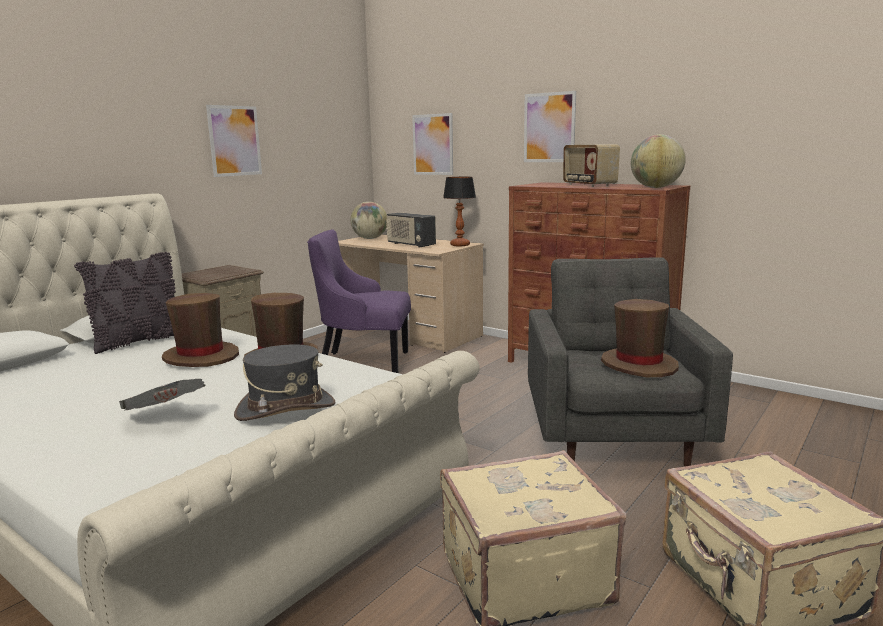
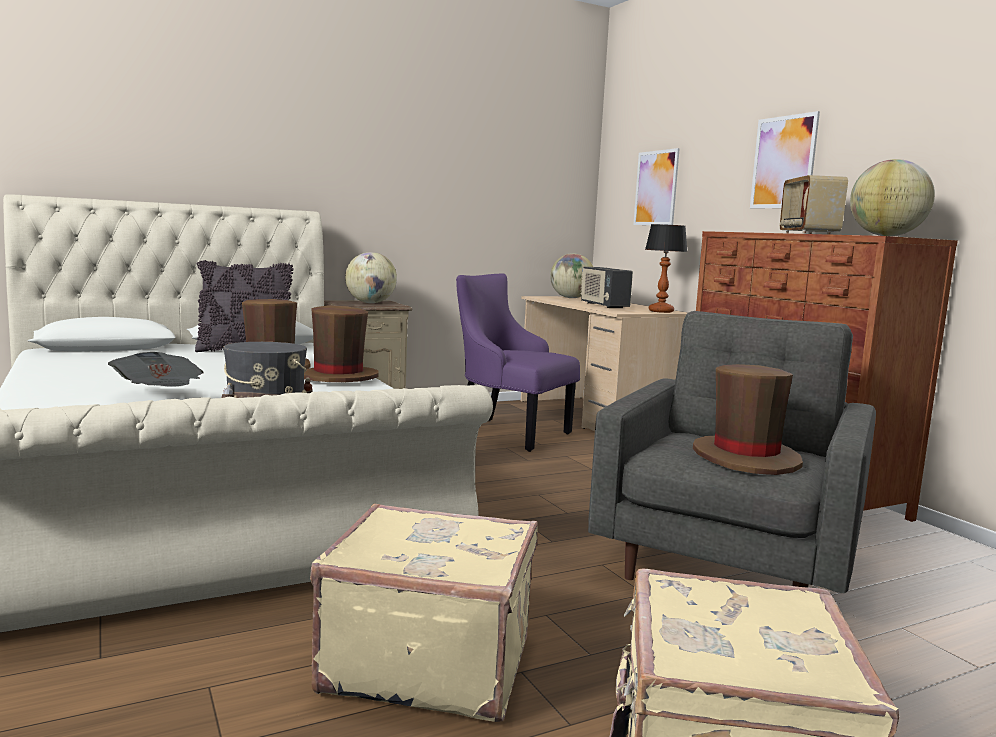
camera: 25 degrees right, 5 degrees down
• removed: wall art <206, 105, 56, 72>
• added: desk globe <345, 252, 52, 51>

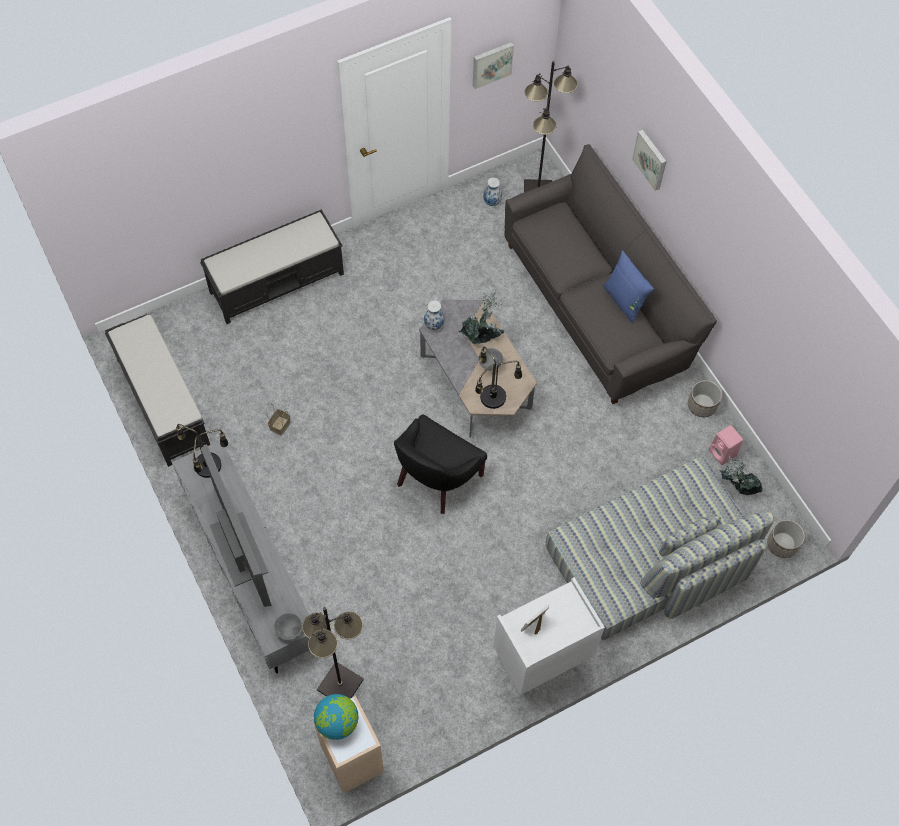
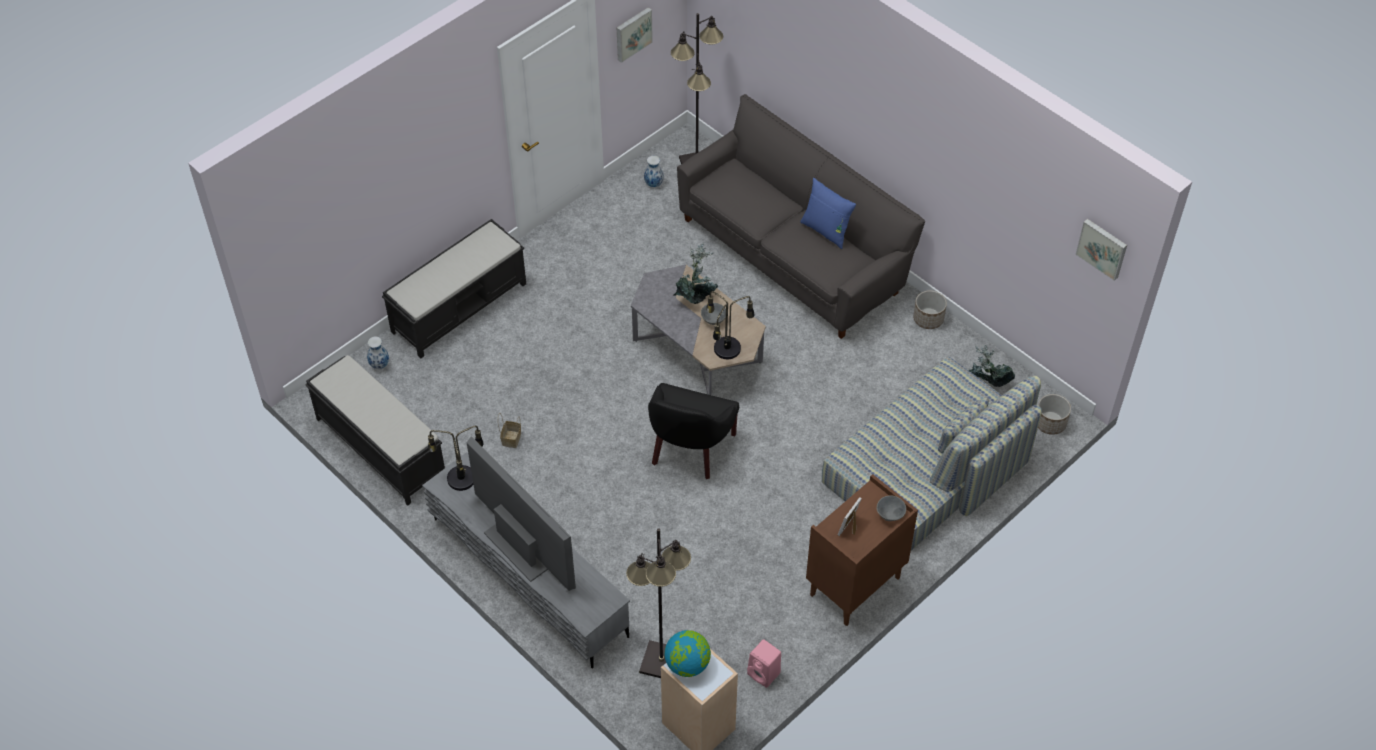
camera: 15 degrees left, 10 degrees down
• moved: serving bowl (gray) <273, 613, 29, 27> to <877, 495, 29, 26>
• moved: decorative vase <424, 300, 20, 30> to <367, 337, 22, 32>
• moved: wall art <632, 130, 35, 61> to <1075, 219, 52, 62>
• moved: speaker (pinkish) <709, 425, 34, 40> to <747, 639, 34, 49>
• recoloured: cabinet (white) <493, 577, 112, 121> to cabinet (brownish) <806, 474, 112, 152>

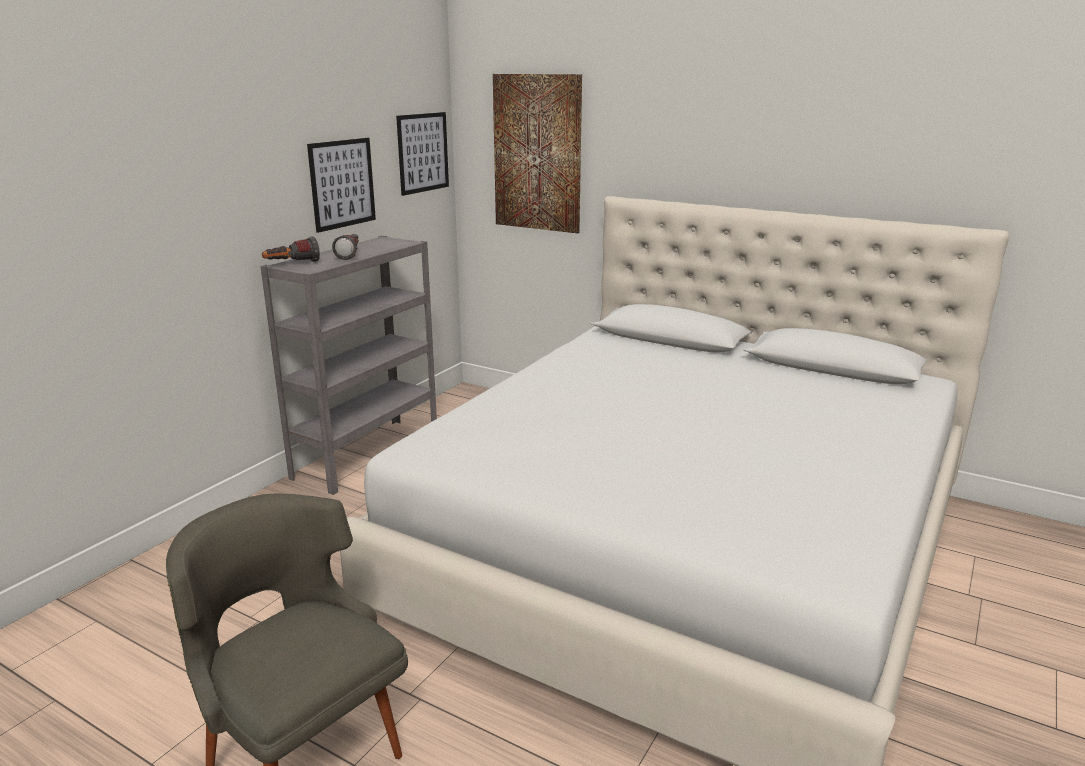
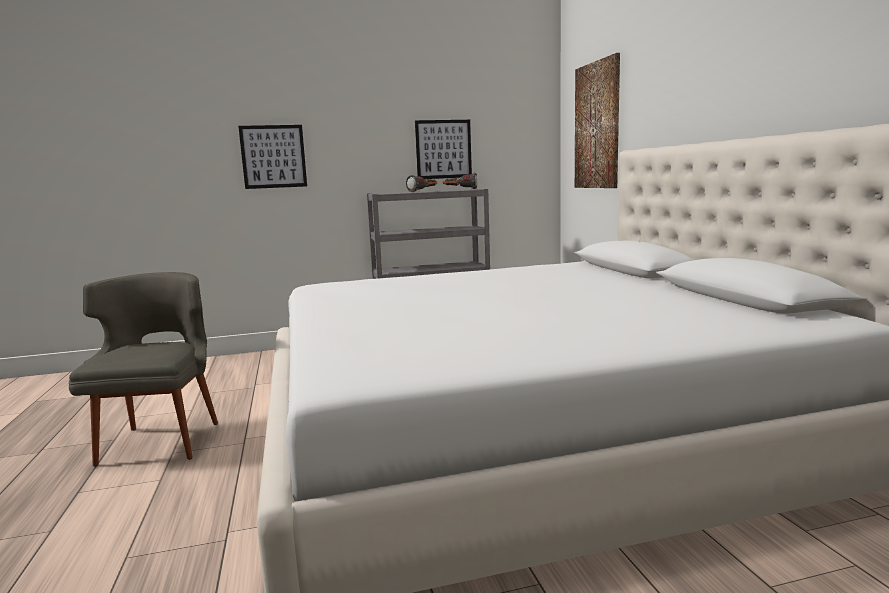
camera: 45 degrees right, 10 degrees down
• moved: torch <262, 237, 58, 25> to <443, 173, 35, 16>
• moved: wall art <396, 112, 53, 84> to <238, 125, 69, 64>

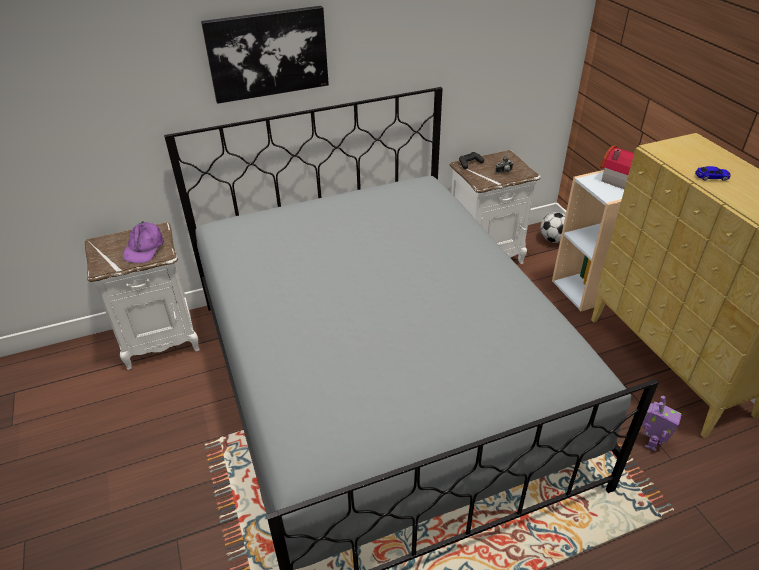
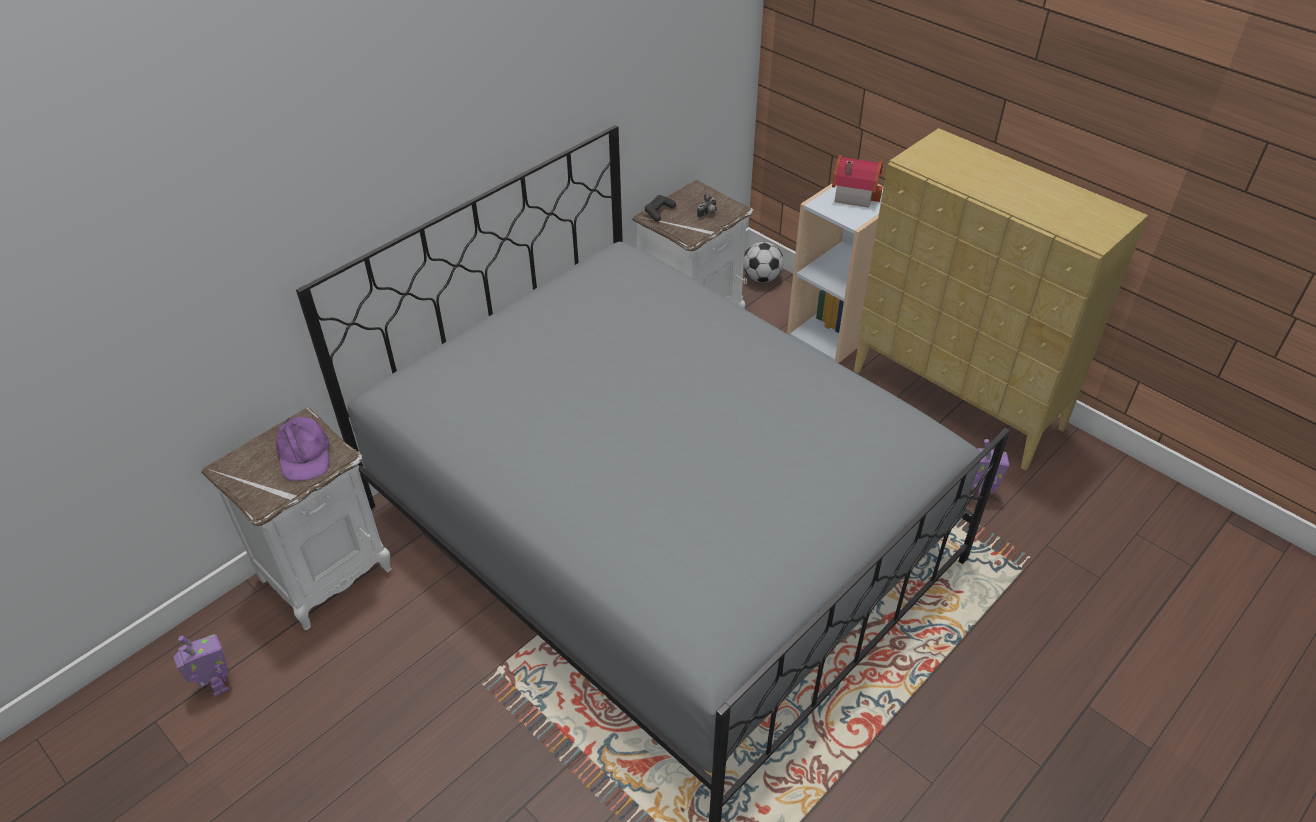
camera: 25 degrees left, 5 degrees up
• removed: wall art <201, 6, 128, 98>
• removed: model car <695, 166, 36, 15>
• added: model robot <173, 634, 56, 62>

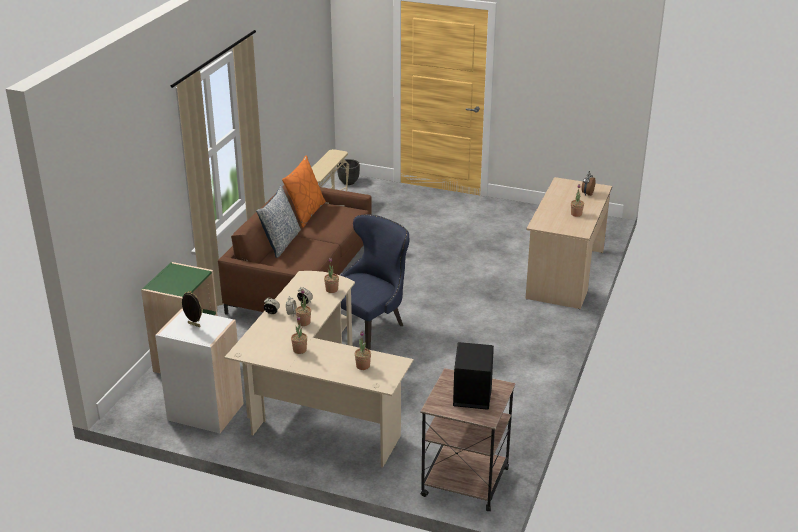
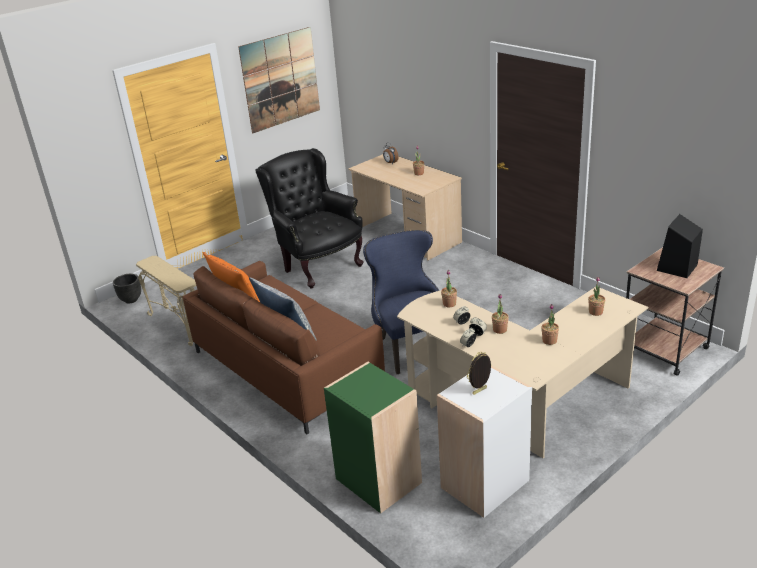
camera: 60 degrees left, 0 degrees up
• added: wall art <238, 27, 82, 106>
• added: easy chair (black-coloured) <255, 148, 109, 141>

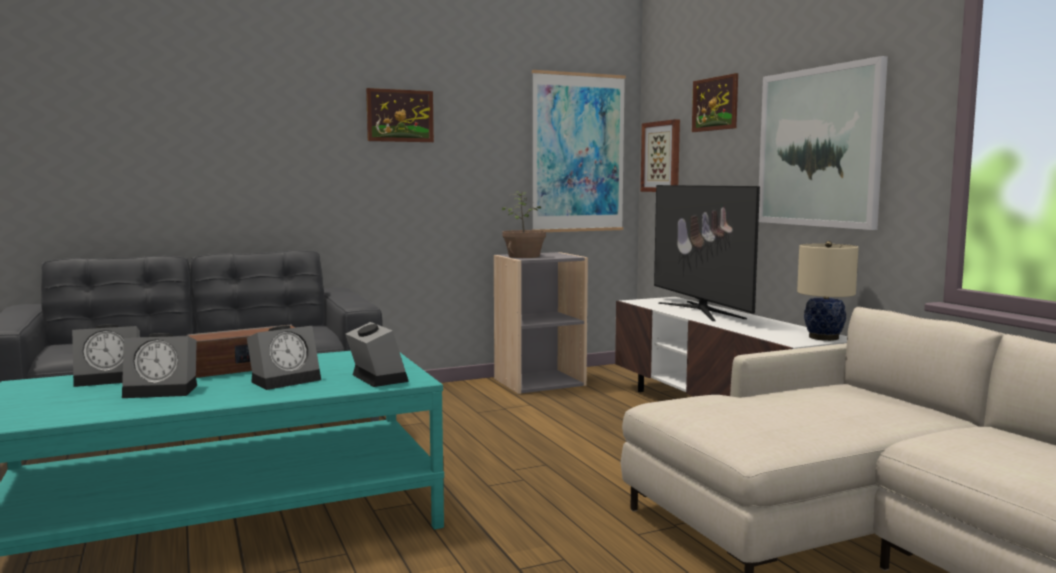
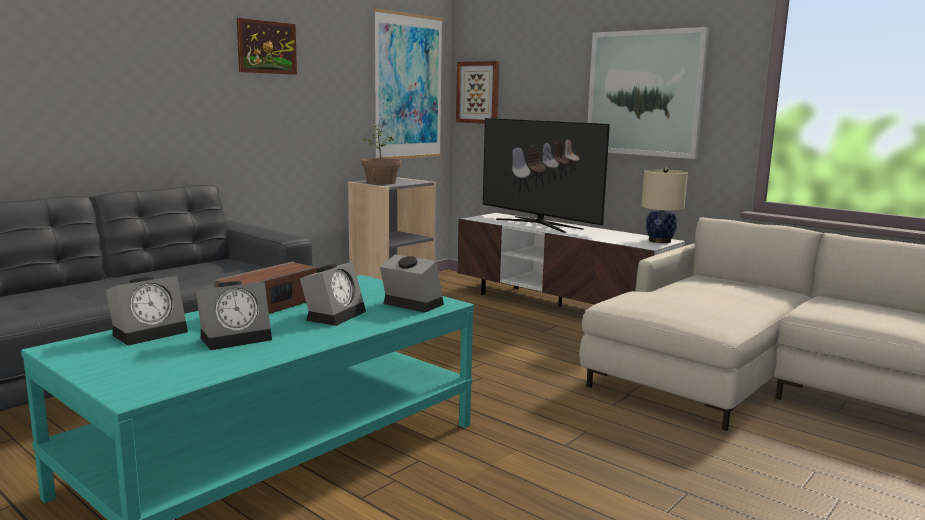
camera: 25 degrees left, 5 degrees up
• removed: wall art <692, 73, 46, 59>

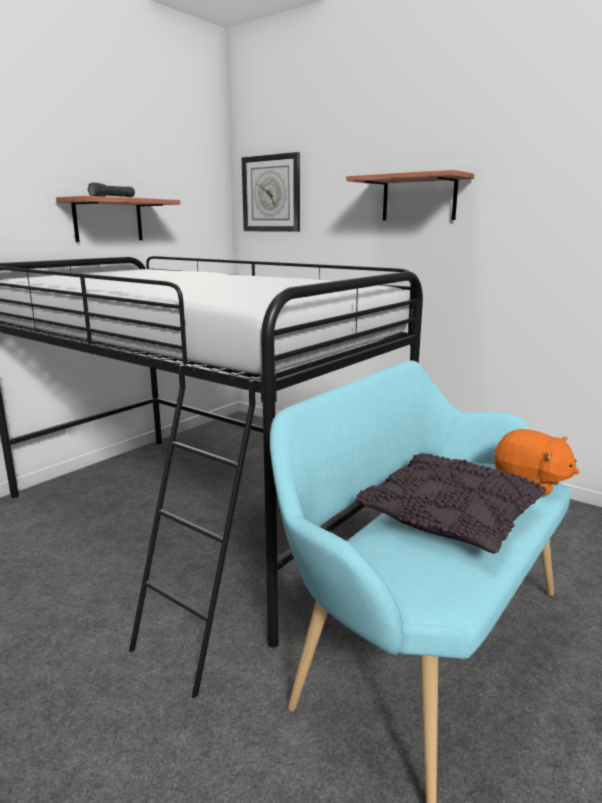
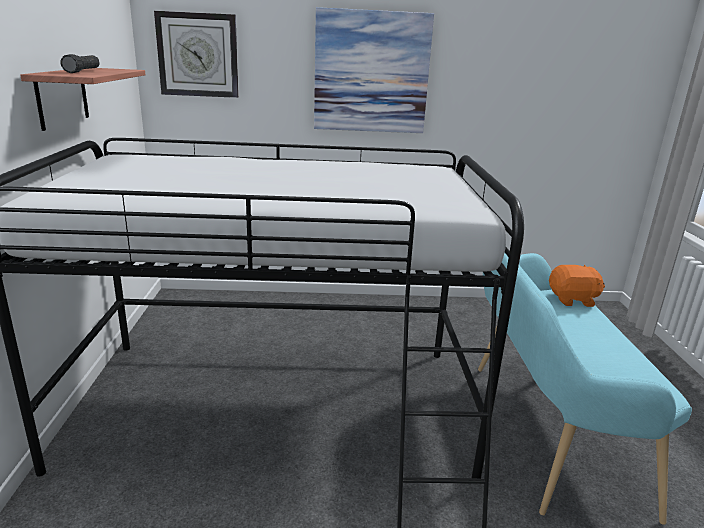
camera: 40 degrees left, 5 degrees up
• removed: cushion (black-coloured) <355, 453, 192, 101>
• replaced: shelf <346, 170, 128, 50> to wall art <314, 7, 120, 126>

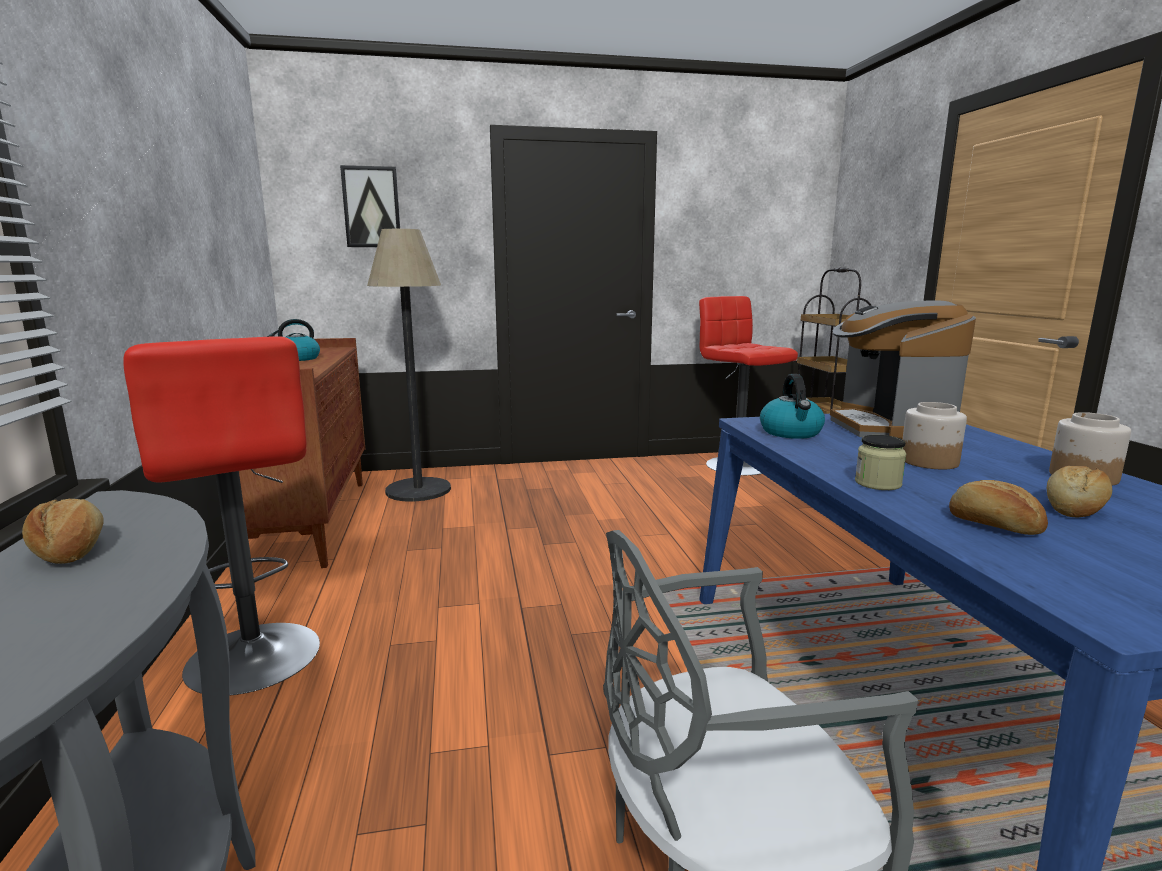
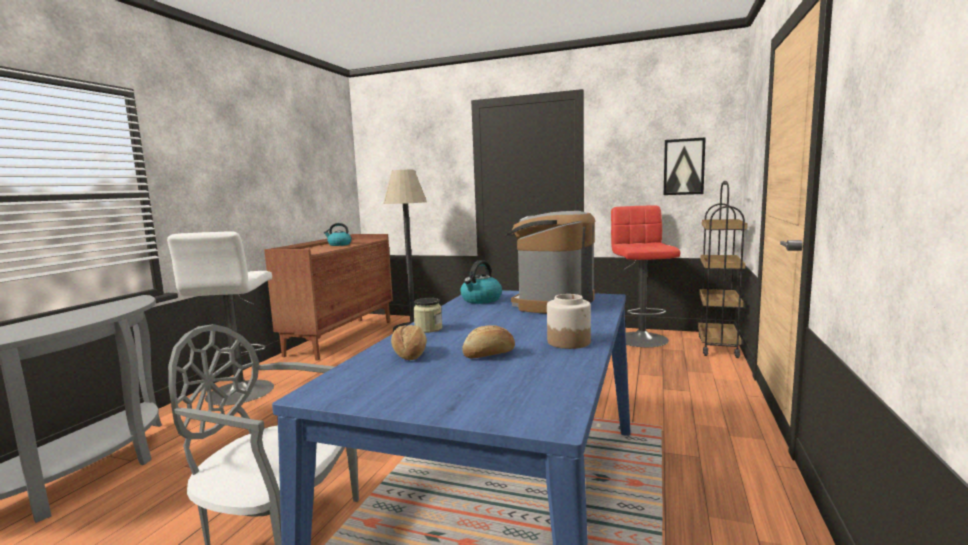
camera: 30 degrees right, 5 degrees down
• removed: baked bread <22, 499, 82, 65>
• removed: preserve jar <902, 402, 65, 68>
• moved: wall art <340, 165, 60, 82> to <664, 137, 42, 58>
• recoloured: stool (red) <123, 336, 197, 359> to stool (white) <167, 231, 107, 174>

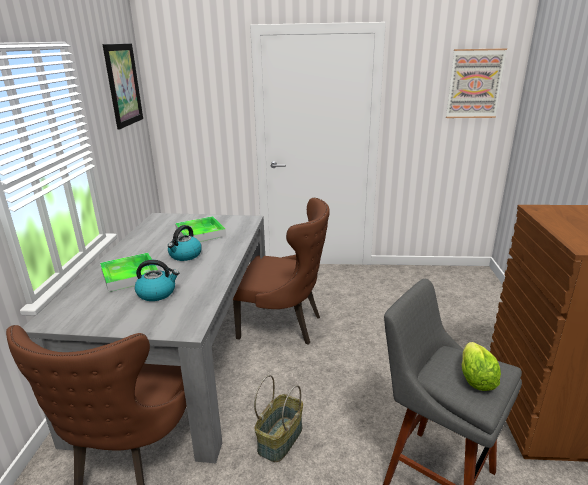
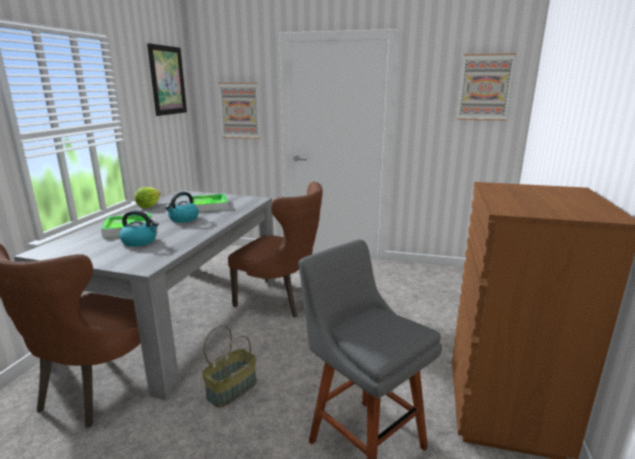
camera: 10 degrees right, 5 degrees down
• added: wall art <218, 83, 42, 56>
• moved: lettuce head <462, 342, 39, 49> to <135, 187, 26, 21>

